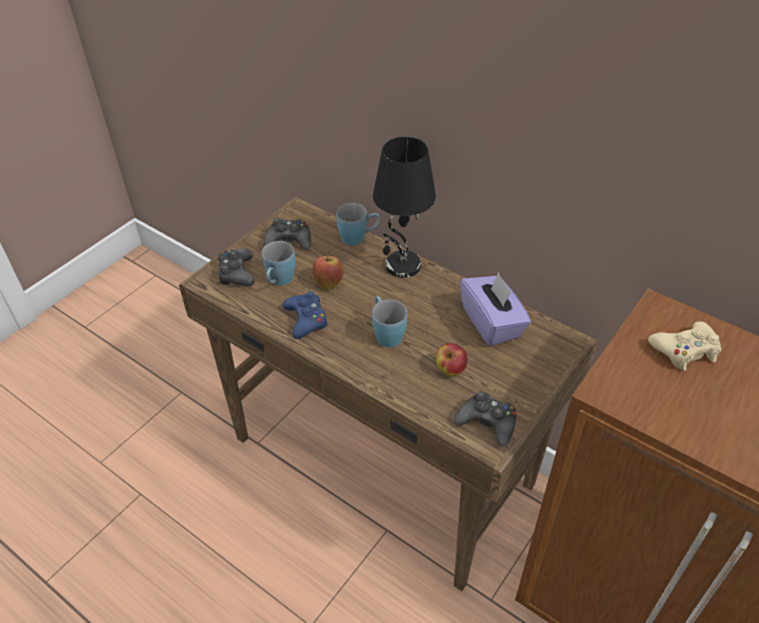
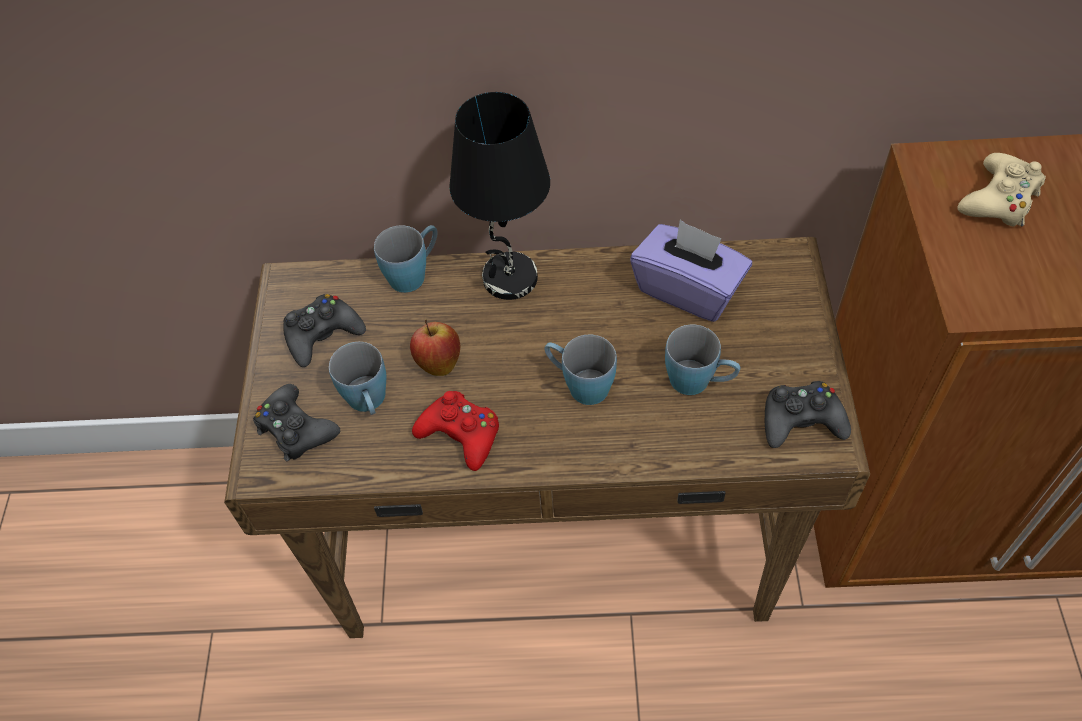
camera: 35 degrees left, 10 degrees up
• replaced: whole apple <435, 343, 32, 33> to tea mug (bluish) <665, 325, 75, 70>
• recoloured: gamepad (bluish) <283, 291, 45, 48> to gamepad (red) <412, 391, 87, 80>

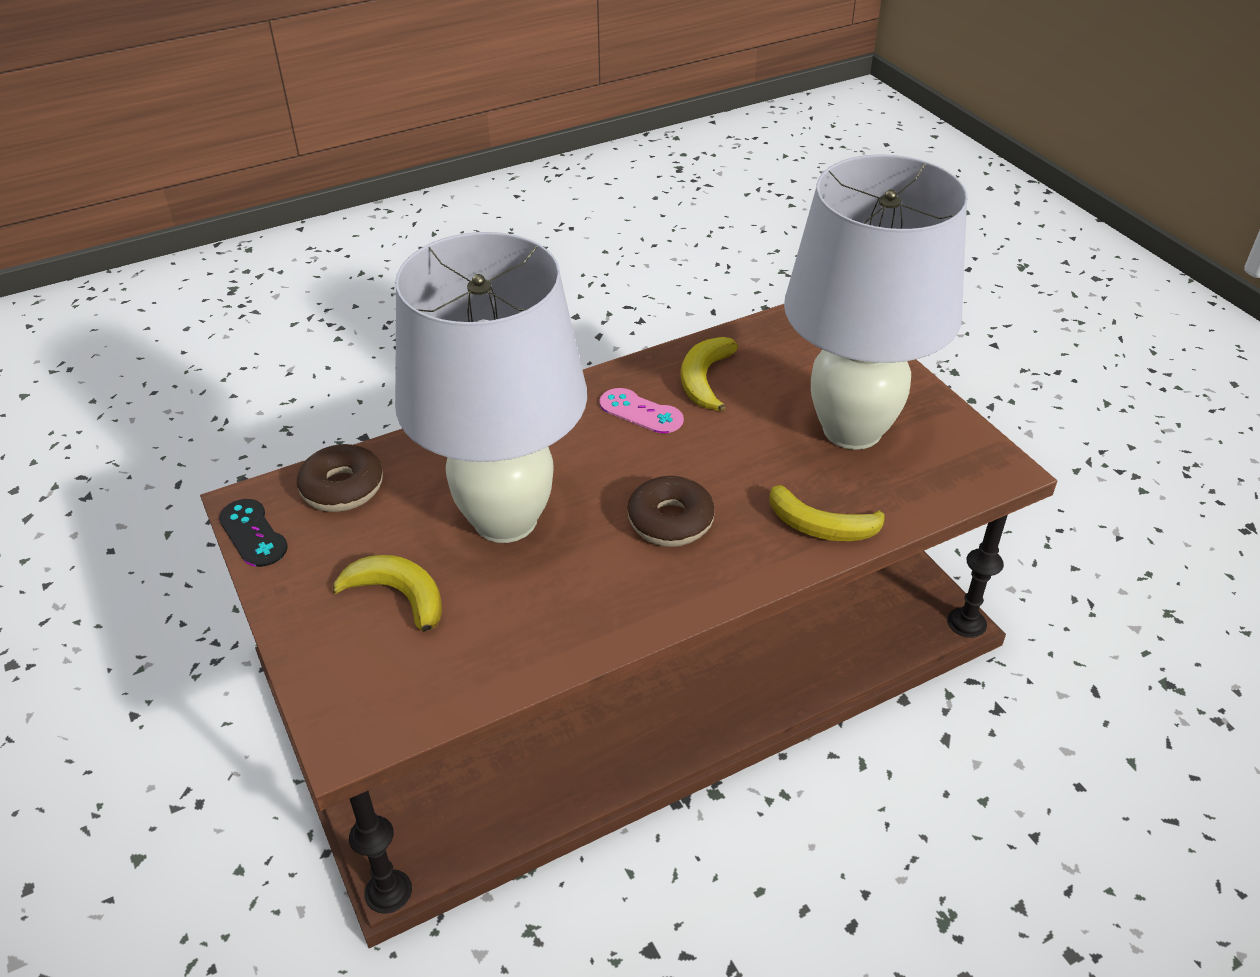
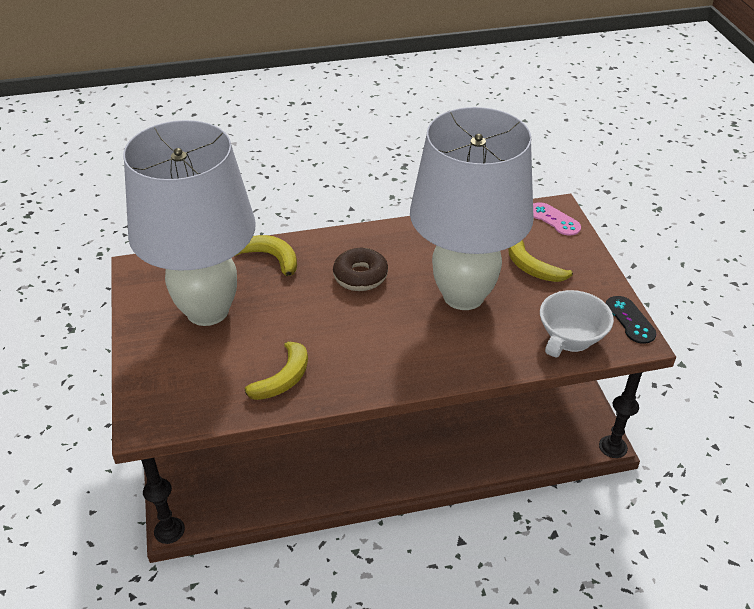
camera: 165 degrees left, 0 degrees up
• moved: gamepad (pinkish) <599, 388, 85, 45> to <533, 202, 48, 34>
• replaced: ring doughnut <296, 444, 87, 68> to cup (white) <540, 290, 74, 67>

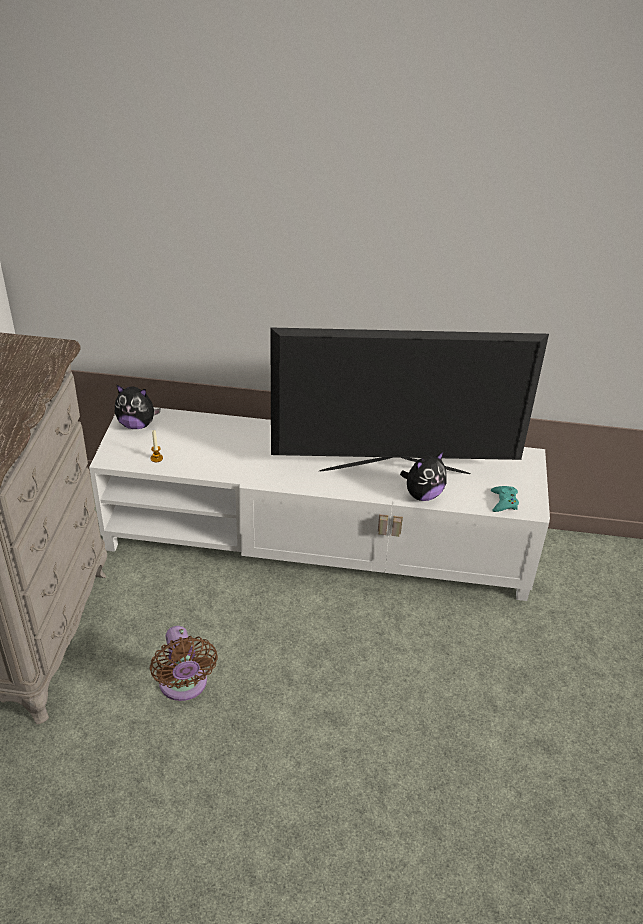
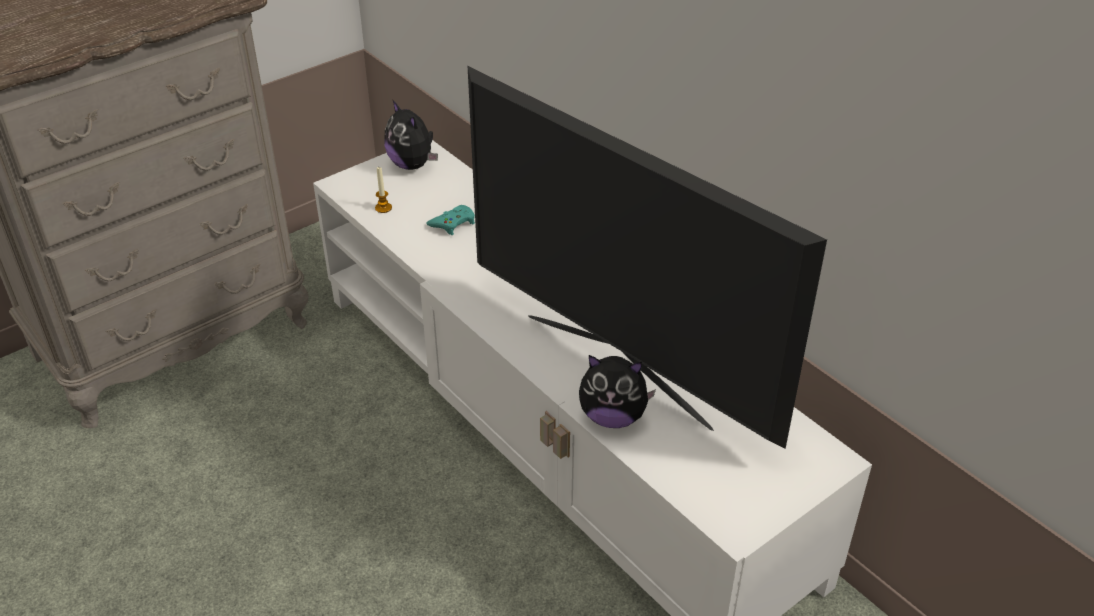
camera: 45 degrees right, 0 degrees up
• removed: cooling fan (brownish) <150, 626, 68, 75>
• moved: gamepad (blue-green) <491, 486, 28, 26> to <426, 205, 49, 30>

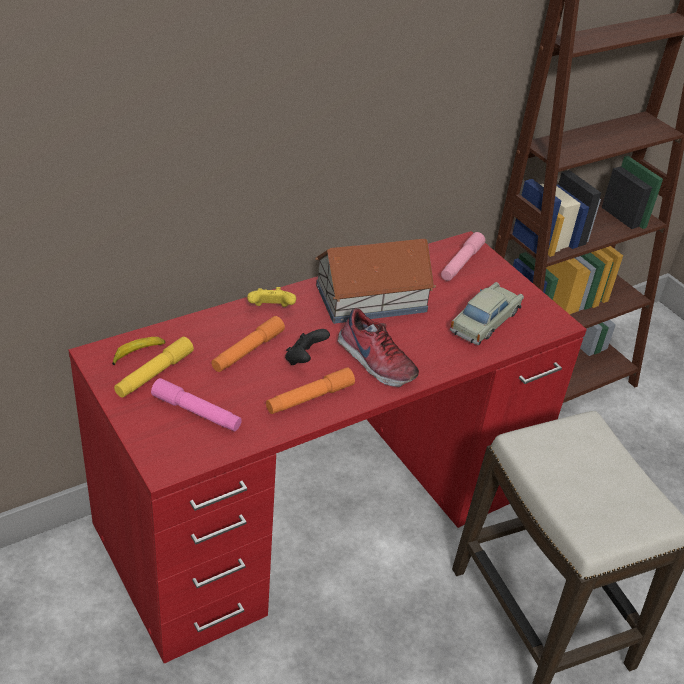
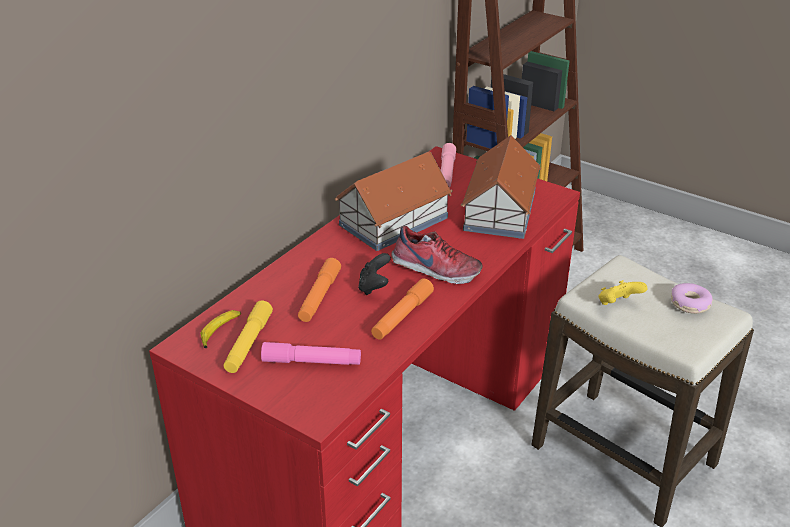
camera: 20 degrees left, 5 degrees down
• added: ring doughnut <671, 283, 42, 31>
• moved: gamepad (yellow) <247, 287, 49, 20> to <599, 280, 48, 25>
• replaced: model car (beige-coloured) <450, 282, 74, 63> to model house <461, 135, 80, 104>

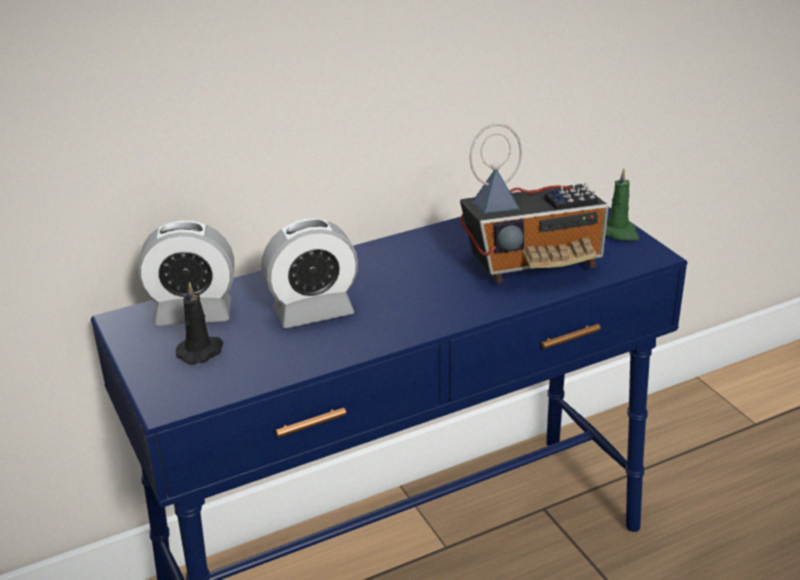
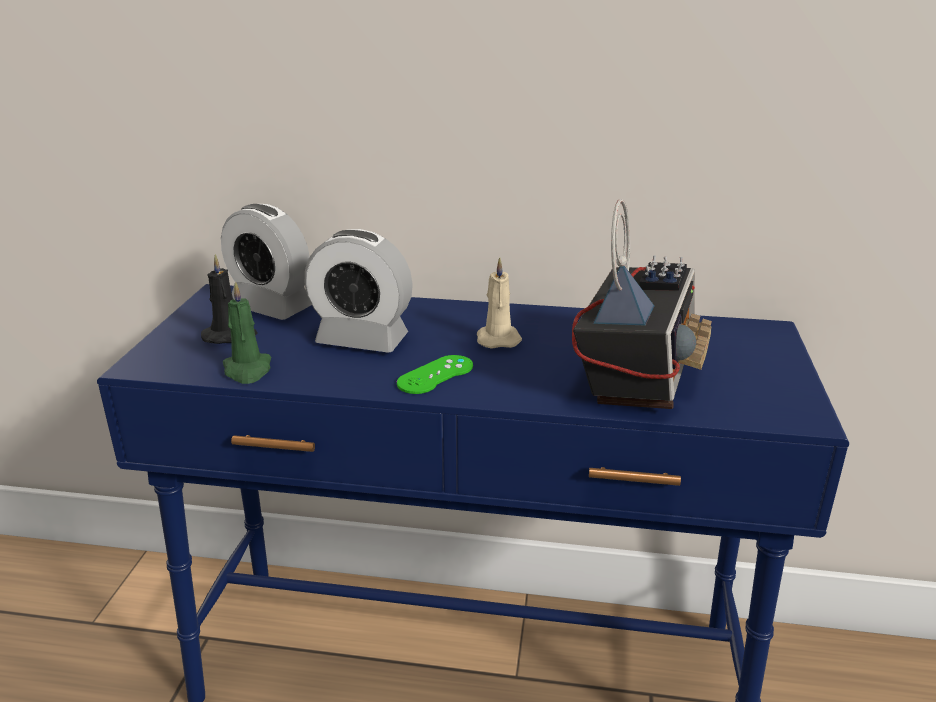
camera: 35 degrees right, 5 degrees down
• added: gamepad (green-coloured) <396, 355, 77, 39>
• added: wax candle (beige-coloured) <477, 257, 45, 92>
• moved: wax candle (green-coloured) <605, 169, 35, 72> to <223, 282, 48, 102>
• turned: radio receiver <460, 123, 149, 160> = <572, 199, 140, 210> 90 degrees counterclockwise

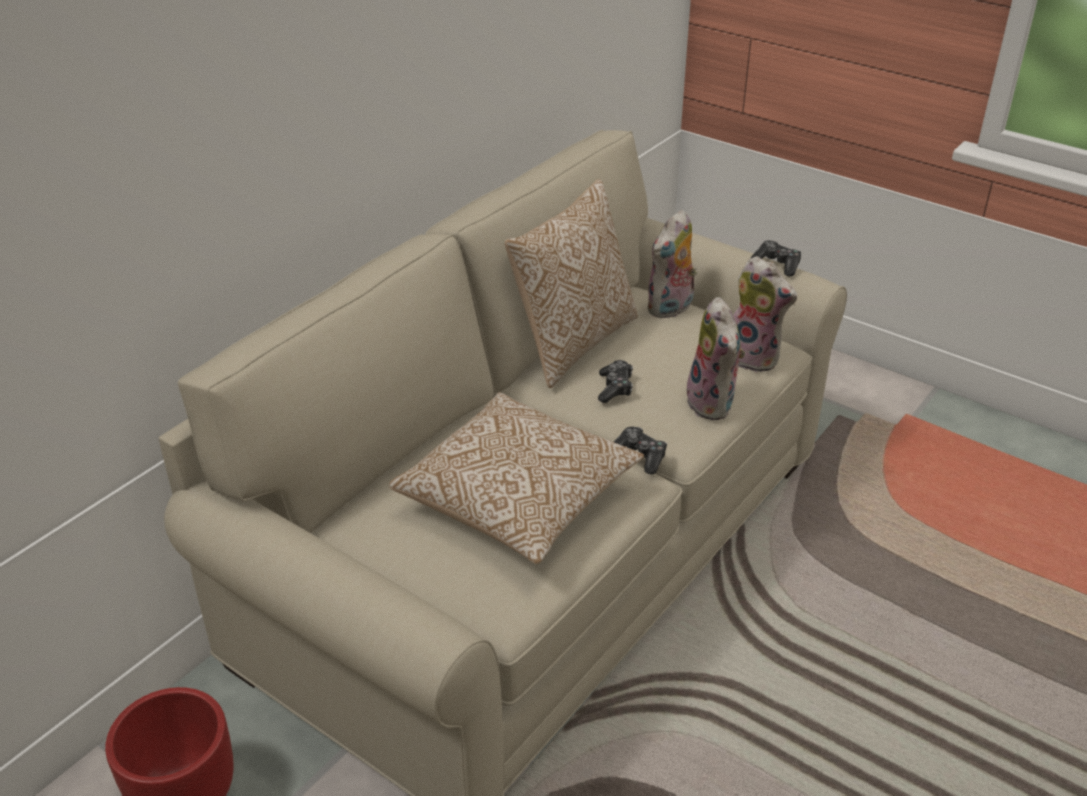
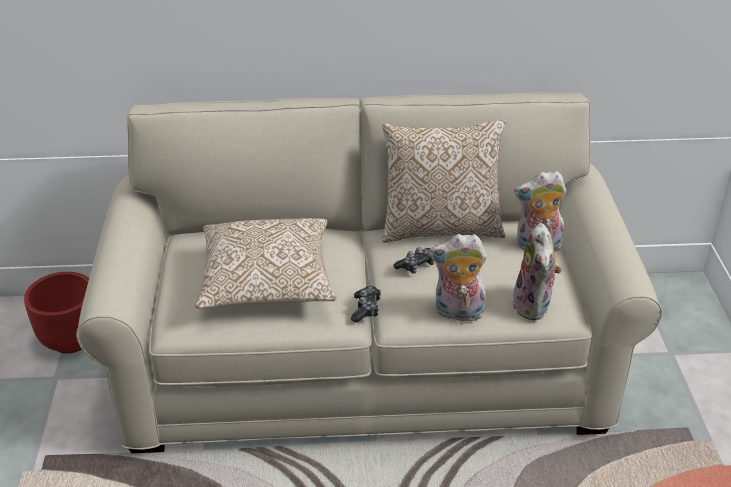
camera: 50 degrees right, 0 degrees up
• removed: gamepad <750, 240, 51, 36>
• turned: plush toy <687, 297, 58, 123> = <429, 234, 58, 88> 60 degrees clockwise

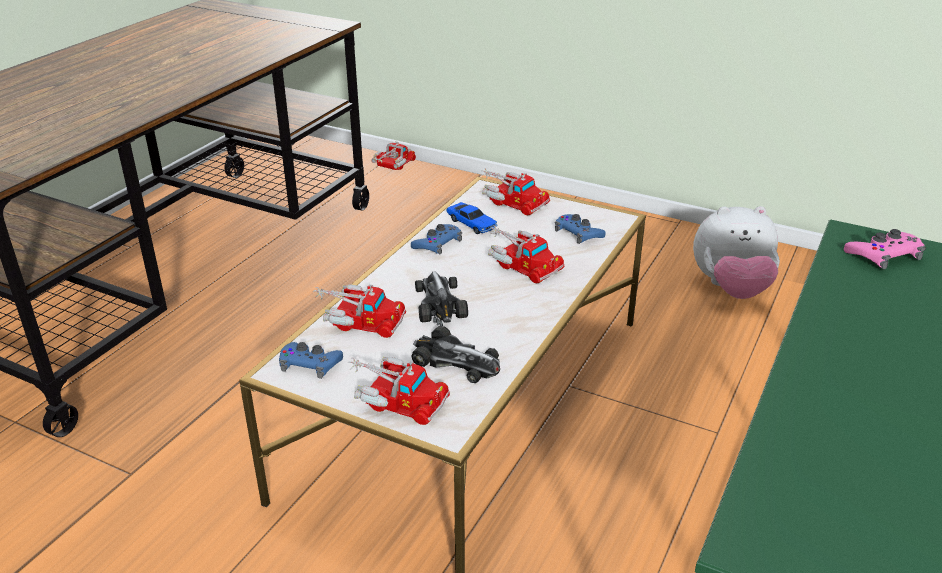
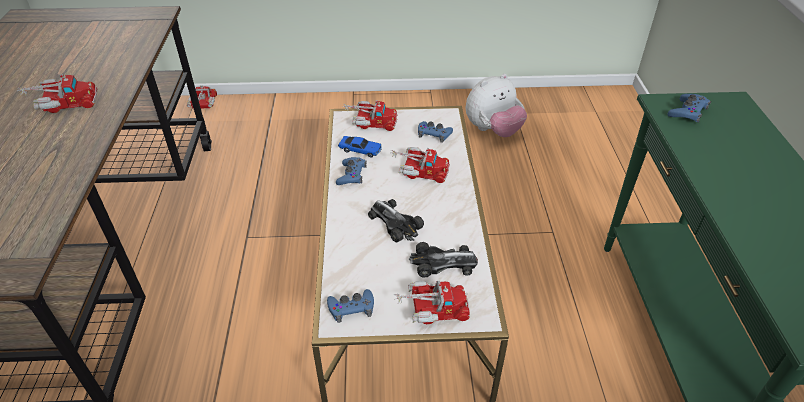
camera: 30 degrees left, 10 degrees up
• moved: model truck <313, 284, 93, 54> to <17, 74, 80, 39>
• recoloured: gamepad (pinkish) <844, 229, 82, 40> to gamepad (bluish) <667, 94, 44, 28>

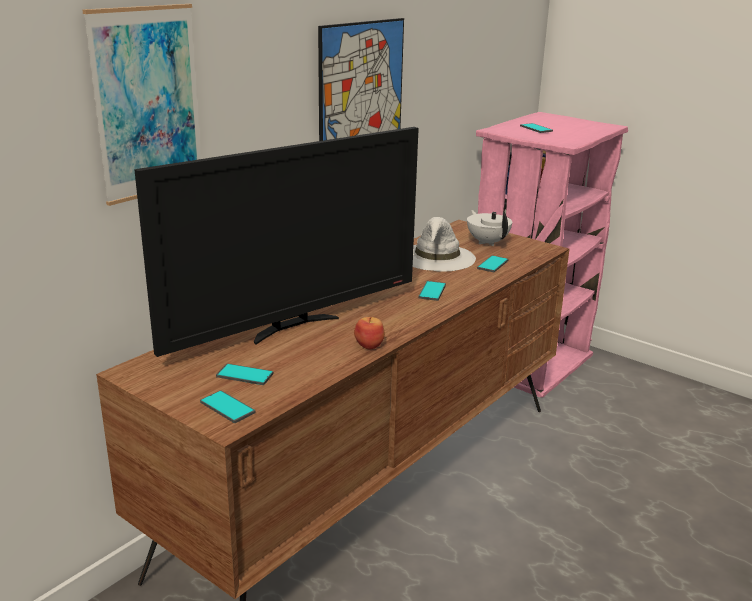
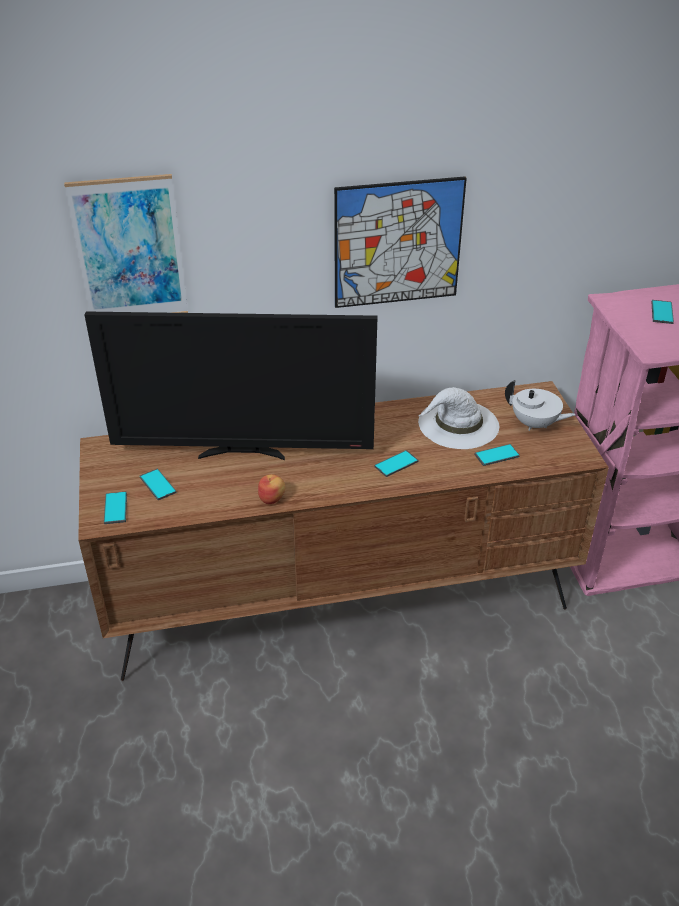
camera: 40 degrees right, 15 degrees up
• turned: teapot (white) <467, 210, 45, 36> = <505, 380, 70, 51> 105 degrees clockwise

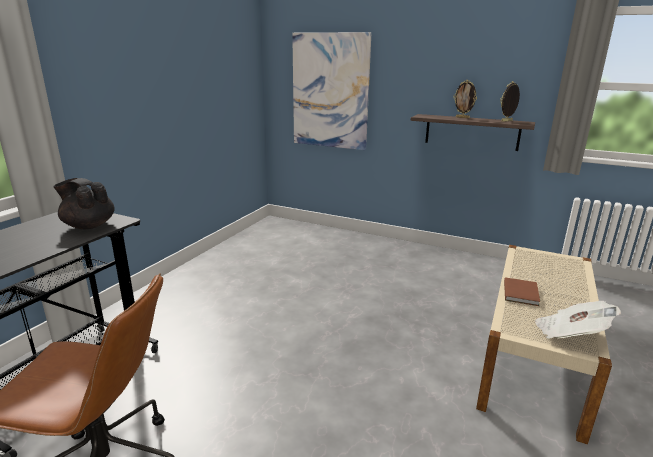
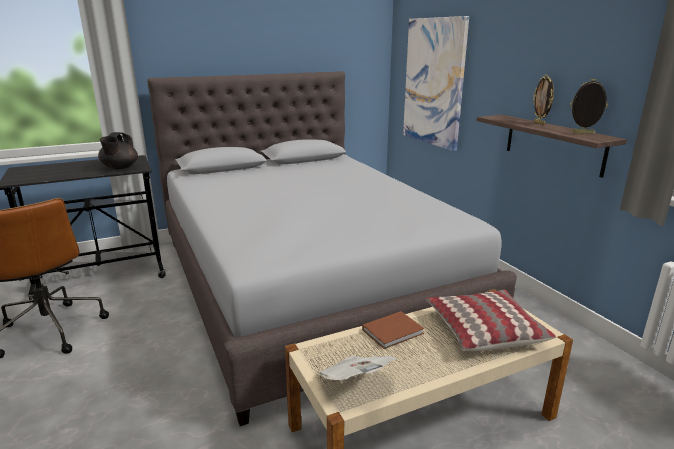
camera: 40 degrees right, 0 degrees up
• added: bedroom bed (gray) <147, 71, 370, 355>
• added: cushion <426, 290, 130, 61>
• turned: teapot (black-coloured) <53, 178, 62, 51> = <98, 132, 40, 37> 150 degrees counterclockwise

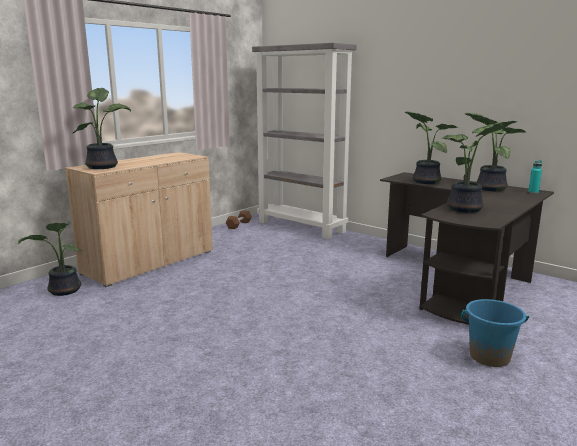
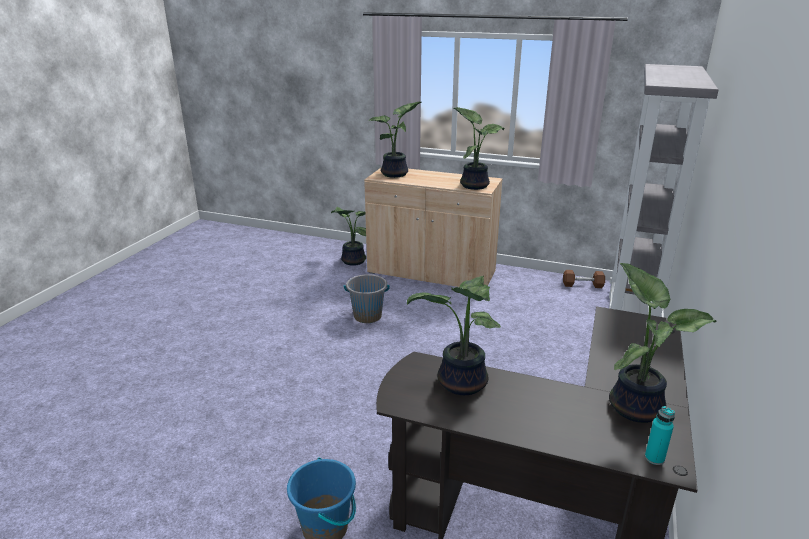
camera: 70 degrees right, 10 degrees up
• added: water bucket (gray) <344, 274, 46, 49>
• moved: houseplant <405, 111, 53, 73> to <454, 107, 51, 83>

